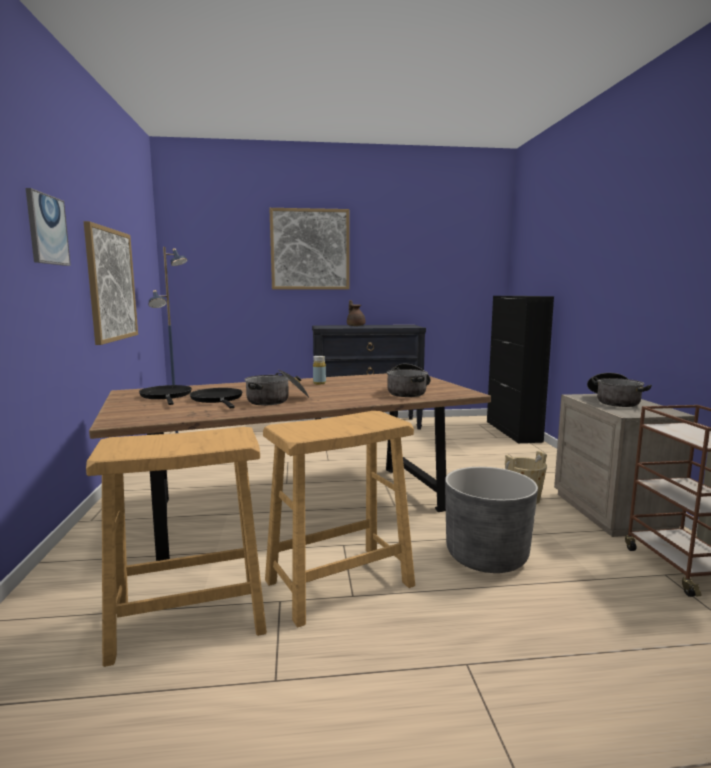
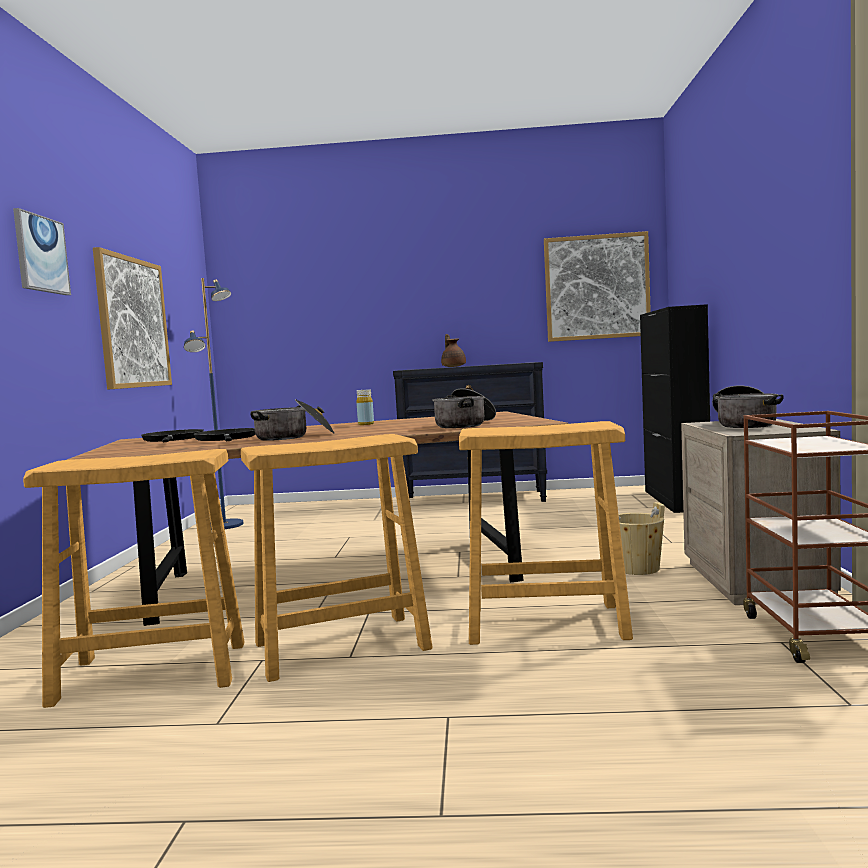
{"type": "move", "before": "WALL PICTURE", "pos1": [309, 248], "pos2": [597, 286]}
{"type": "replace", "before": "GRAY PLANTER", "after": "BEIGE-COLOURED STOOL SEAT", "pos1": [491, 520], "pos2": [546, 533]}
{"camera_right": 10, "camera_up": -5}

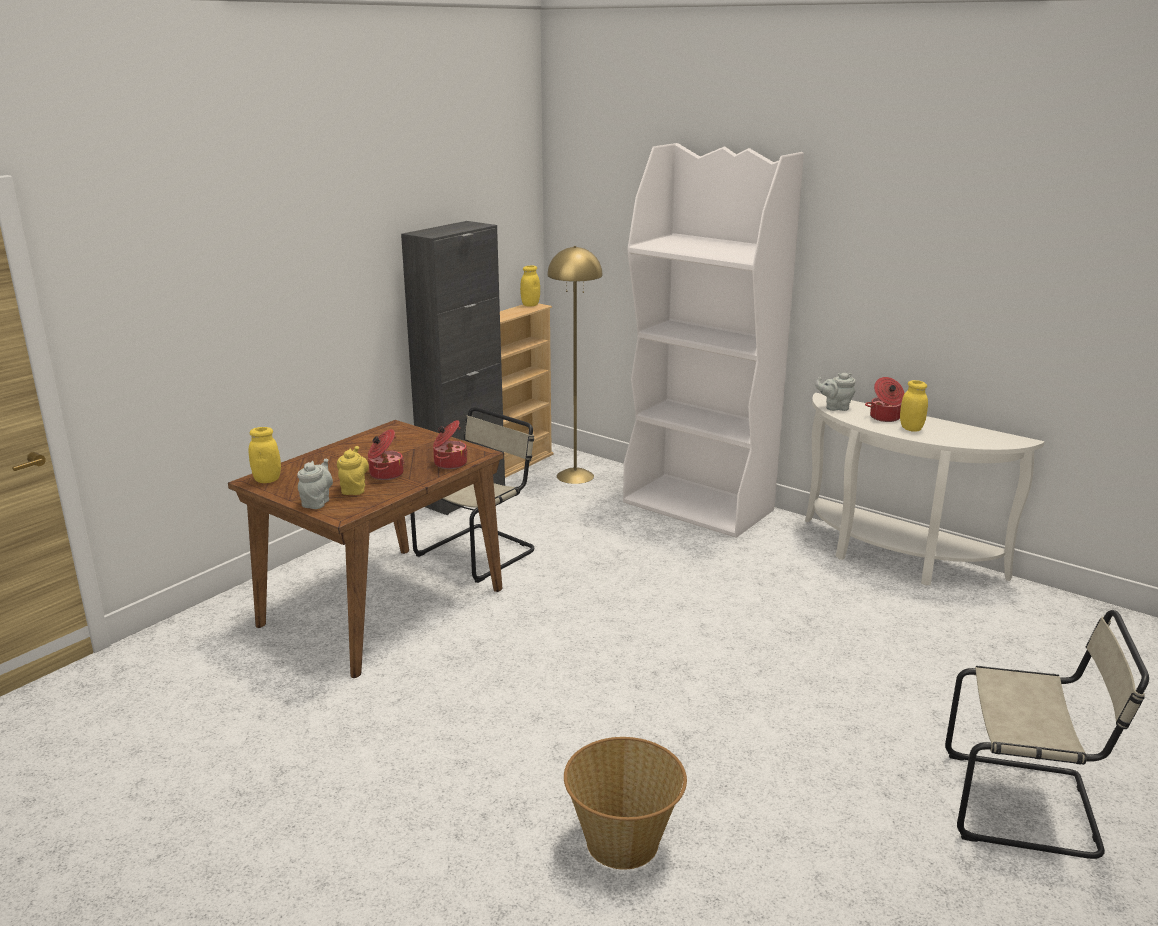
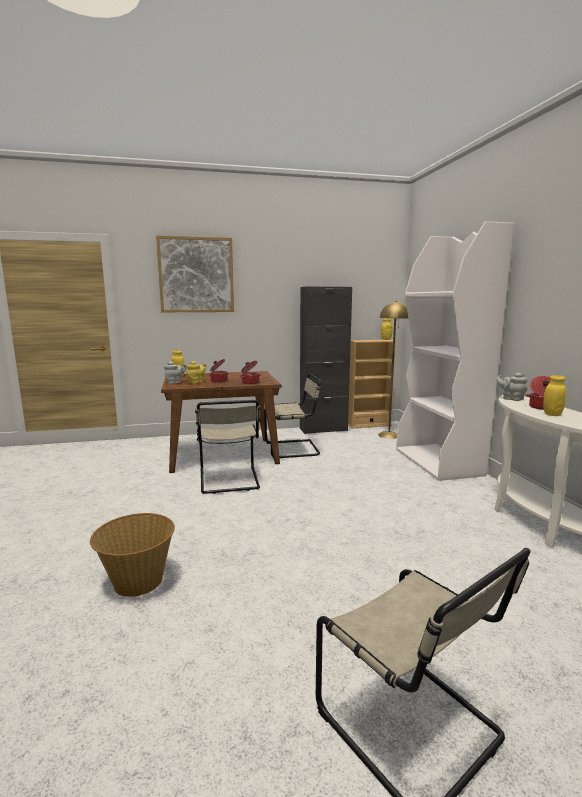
{"type": "insert", "after": "WALL PICTURE", "pos2": [195, 273]}
{"type": "insert", "after": "BEIGE-COLOURED UPRIGHT CHAIR", "pos2": [228, 447]}
{"camera_right": 40, "camera_up": -10}

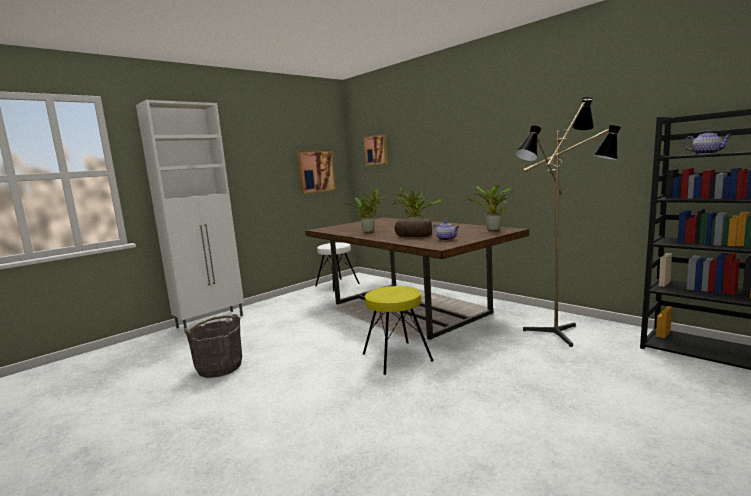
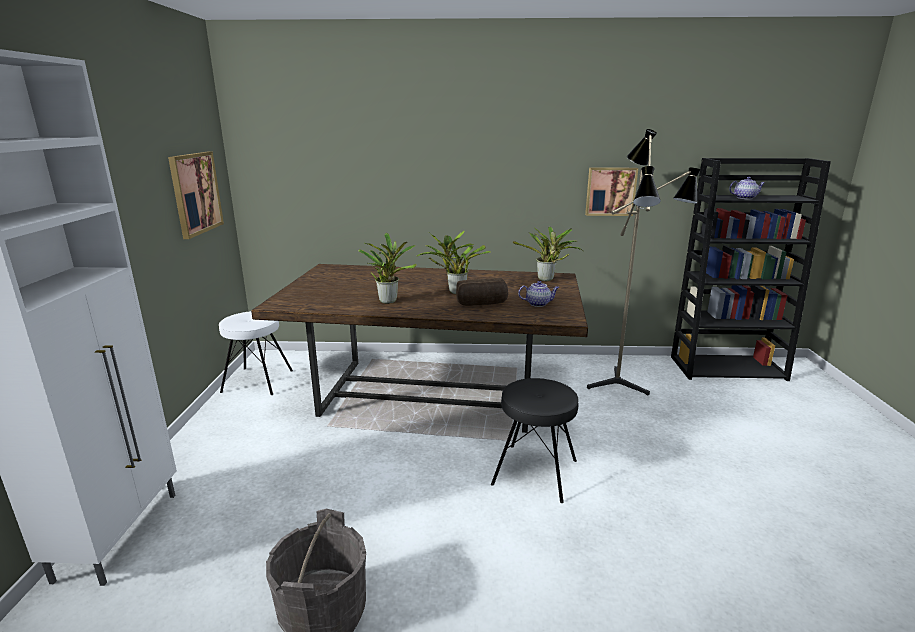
{"type": "move", "before": "WALL PICTURE", "pos1": [376, 150], "pos2": [611, 192]}
{"type": "recolor", "before": "YELLOWISH STOOL SEAT", "after": "BLACK-COLOURED STOOL SEAT", "pos1": [398, 330], "pos2": [535, 440]}
{"camera_right": -45, "camera_up": 10}

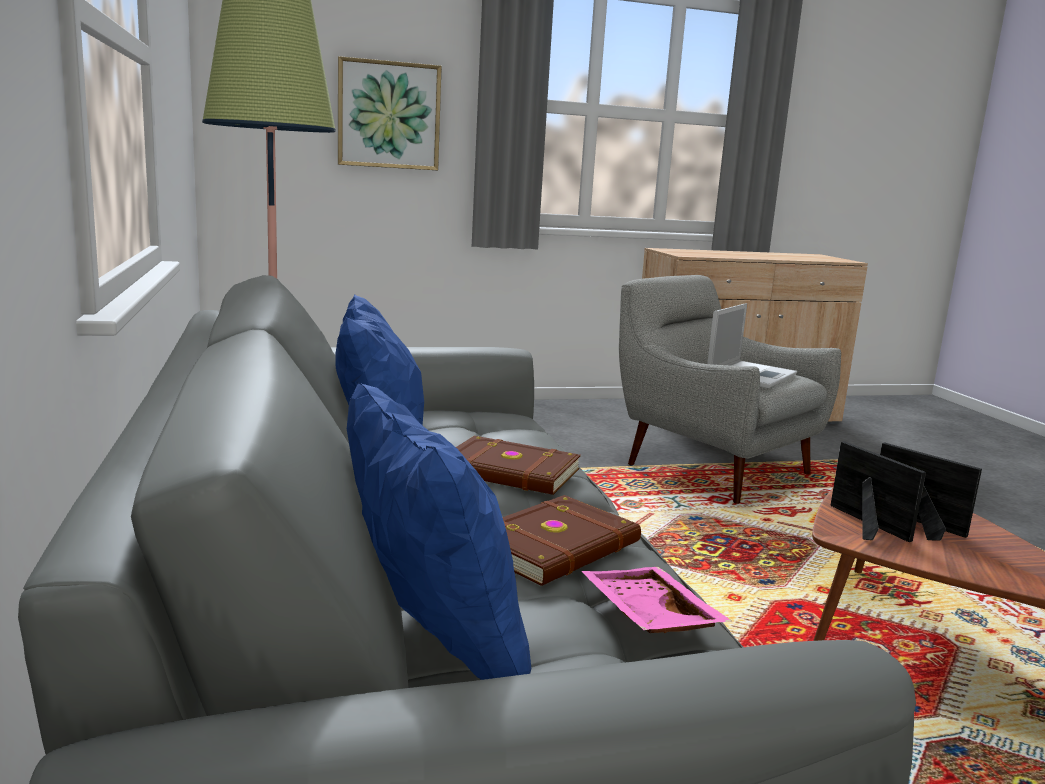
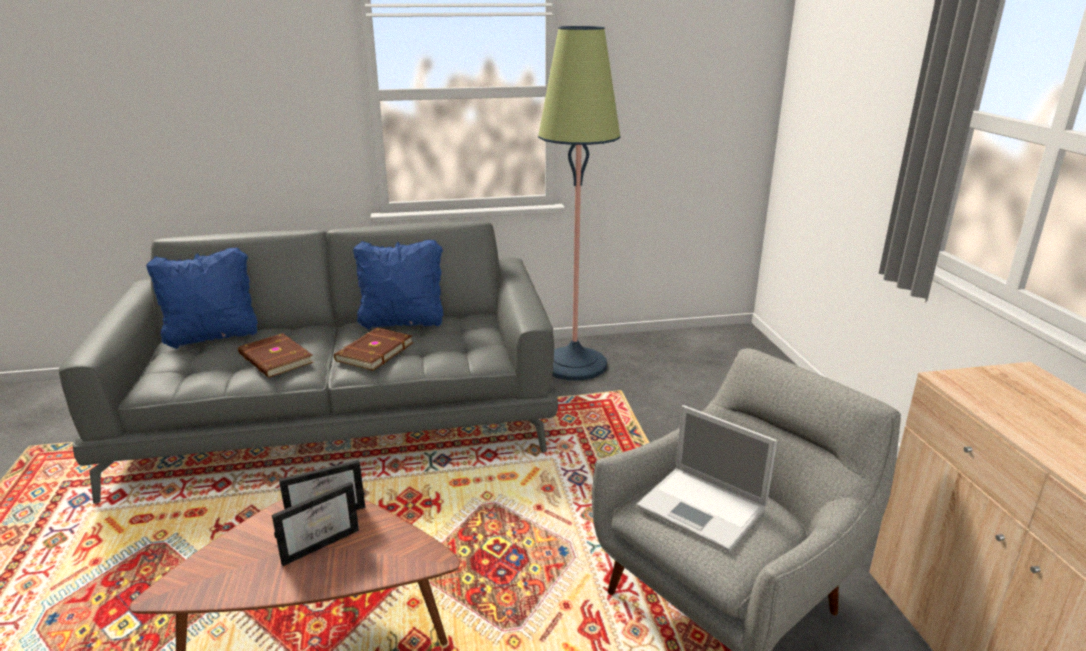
{"type": "delete", "before": "WALL PICTURE", "pos1": [390, 113]}
{"type": "delete", "before": "PINK-COLOURED CARRYING TRAY", "pos1": [657, 600]}
{"camera_right": 95, "camera_up": 10}

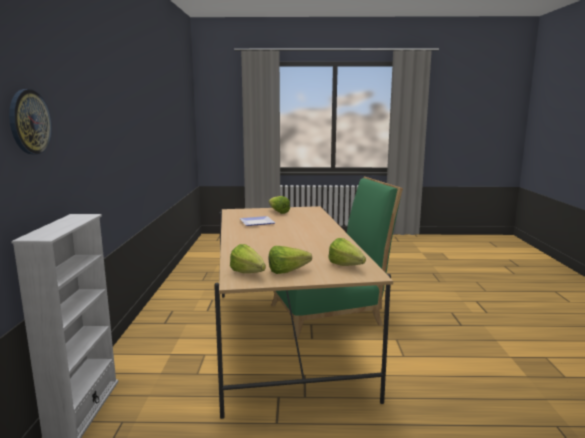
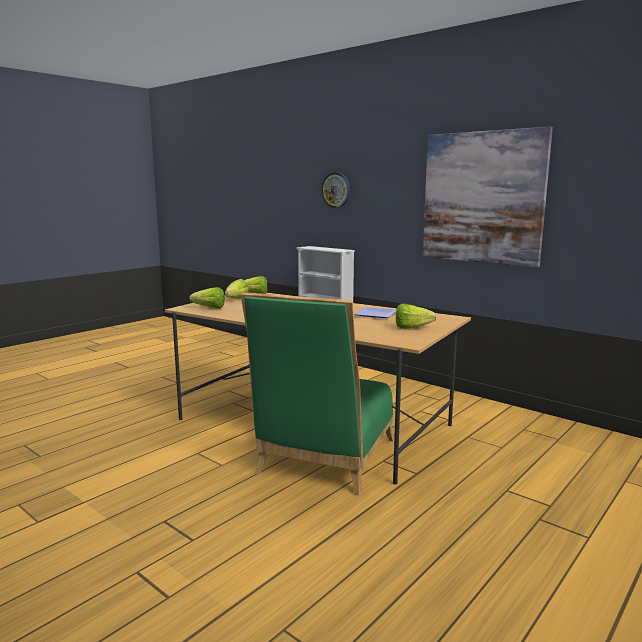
{"type": "insert", "after": "WALL PICTURE", "pos2": [488, 197]}
{"camera_right": 130, "camera_up": 0}

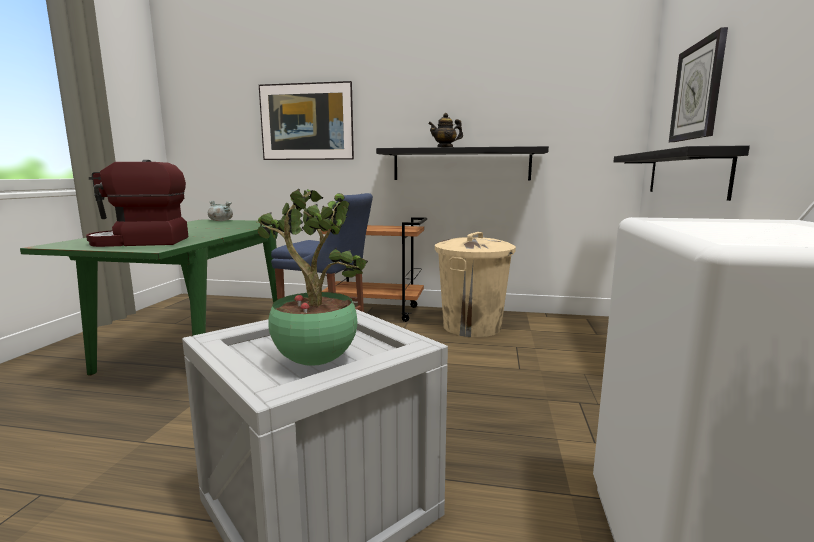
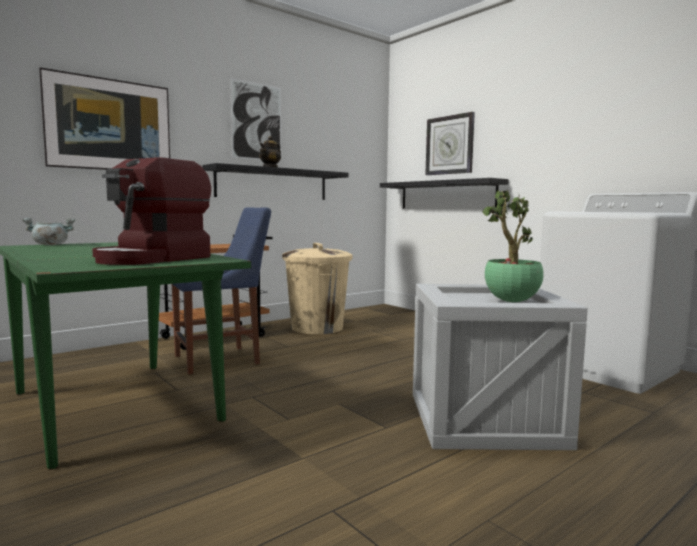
{"type": "insert", "after": "WALL PICTURE", "pos2": [255, 120]}
{"camera_right": -50, "camera_up": -5}

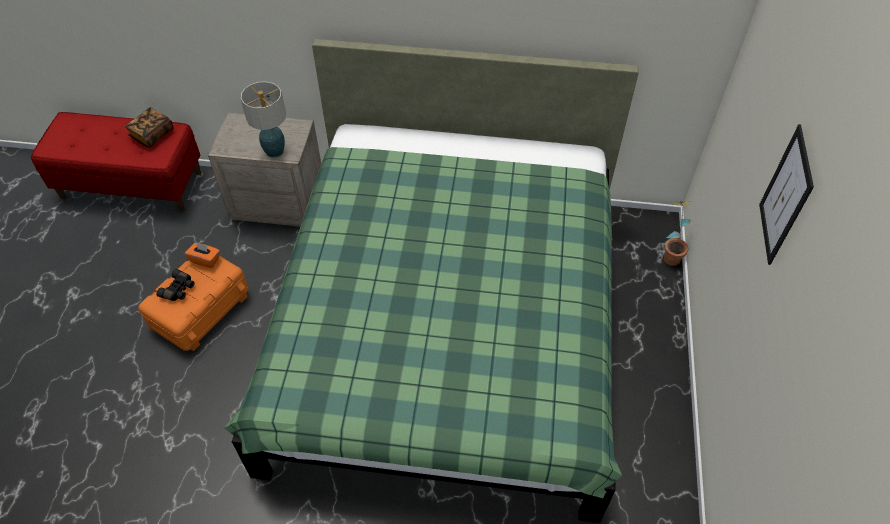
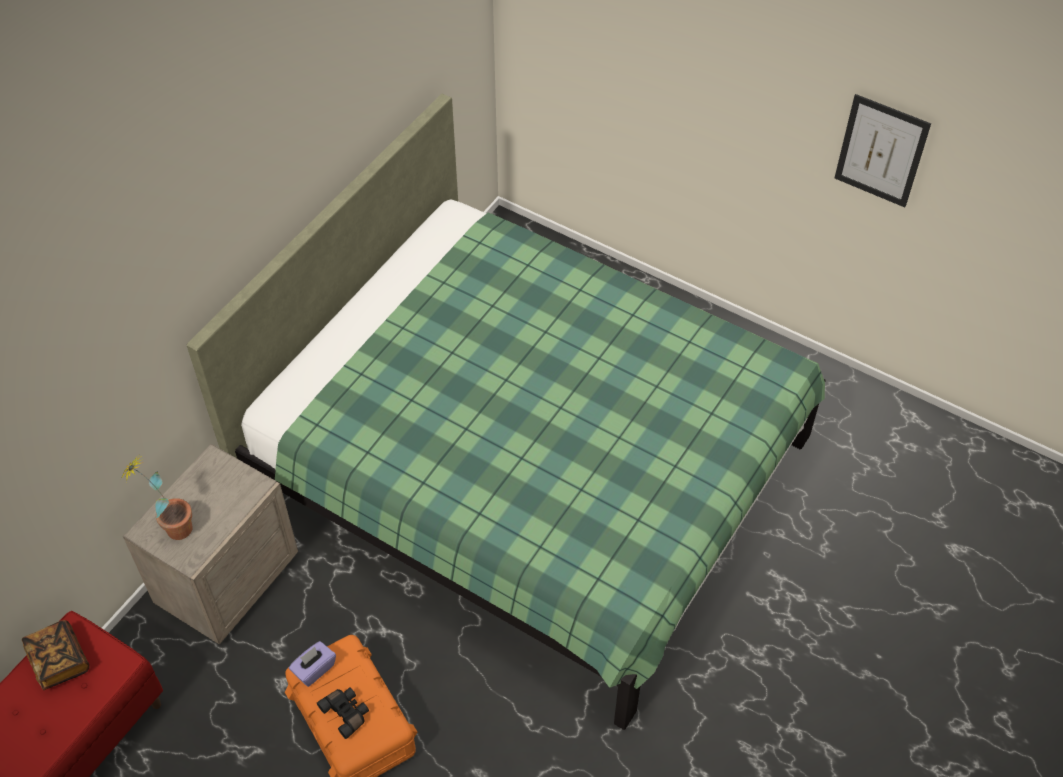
{"type": "delete", "before": "LAMP FOR A TABLE", "pos1": [263, 119]}
{"type": "move", "before": "WALL PICTURE", "pos1": [786, 194], "pos2": [883, 150]}
{"type": "move", "before": "HOUSEPLANT", "pos1": [678, 233], "pos2": [157, 498]}
{"type": "recolor", "before": "ORANGE BOX OF TISSUES", "after": "PURPLE BOX OF TISSUES", "pos1": [202, 255], "pos2": [312, 664]}
{"camera_right": -65, "camera_up": 0}

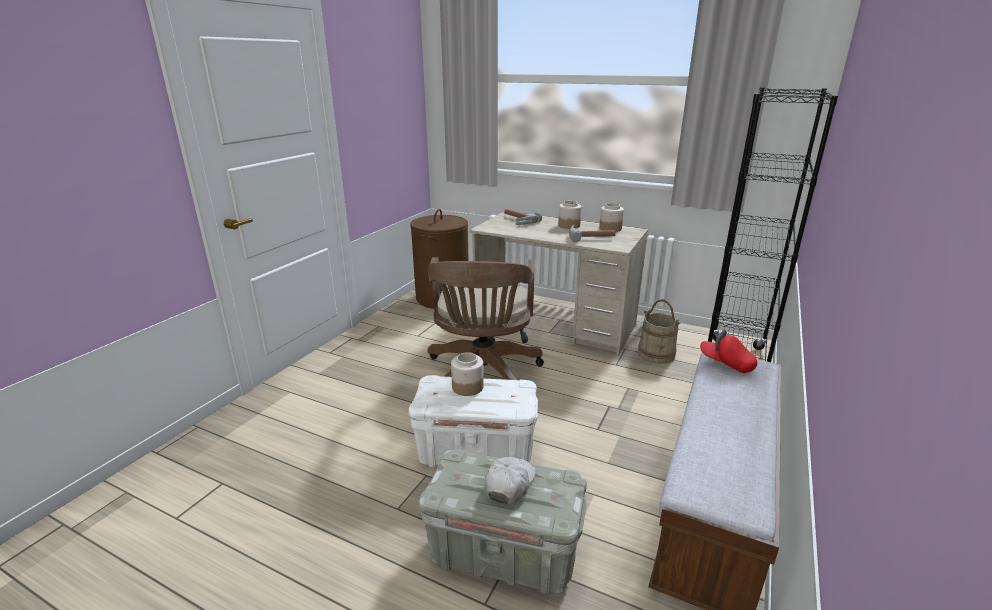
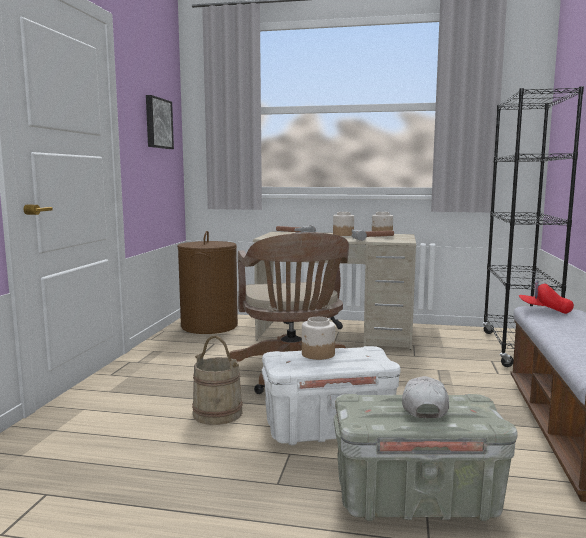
{"type": "move", "before": "BEIGE-COLOURED PAIL", "pos1": [659, 331], "pos2": [217, 380]}
{"type": "insert", "after": "WALL PICTURE", "pos2": [160, 122]}
{"camera_right": -15, "camera_up": -15}

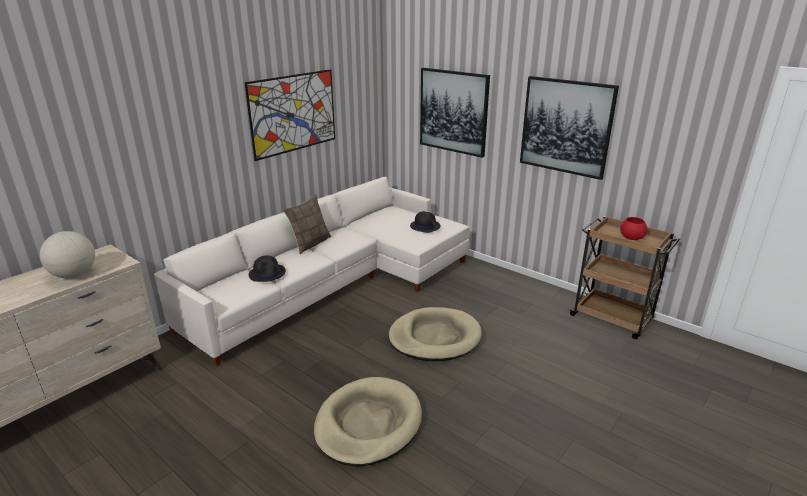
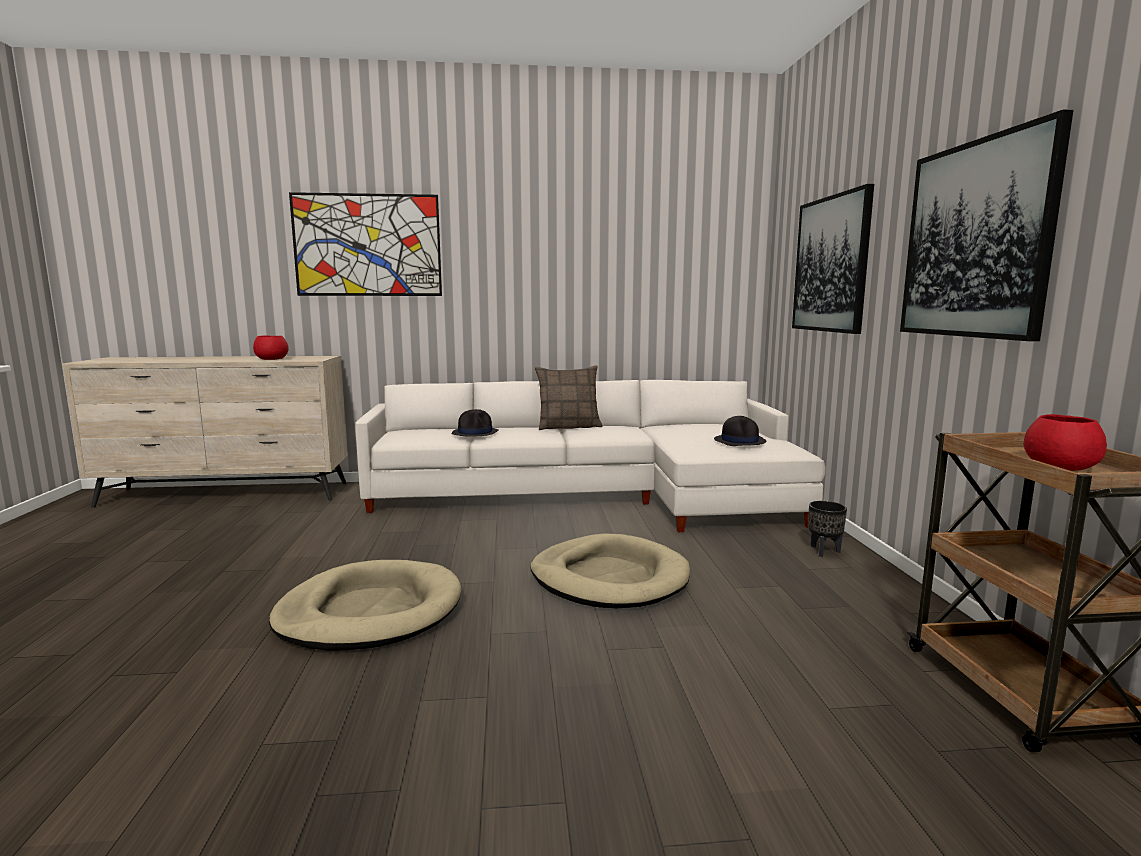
{"type": "move", "before": "WALL PICTURE", "pos1": [289, 115], "pos2": [365, 244]}
{"type": "replace", "before": "WORLD GLOBE", "after": "RED SERVING BOWL", "pos1": [67, 254], "pos2": [270, 347]}
{"type": "insert", "after": "BLACK-COLOURED PLANTER", "pos2": [827, 529]}
{"camera_right": 45, "camera_up": -15}

